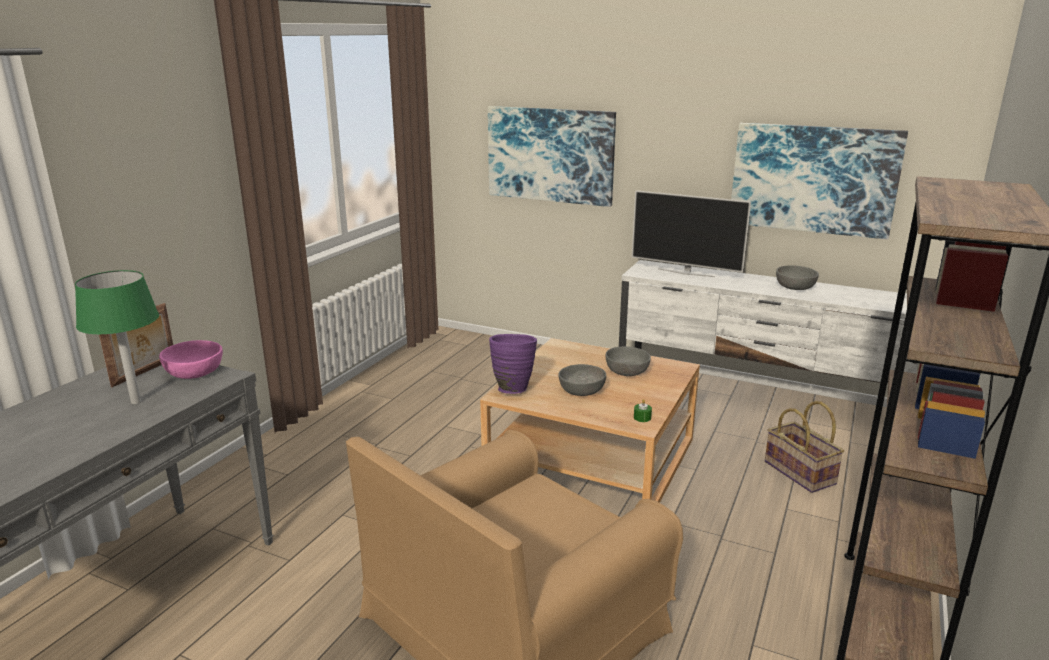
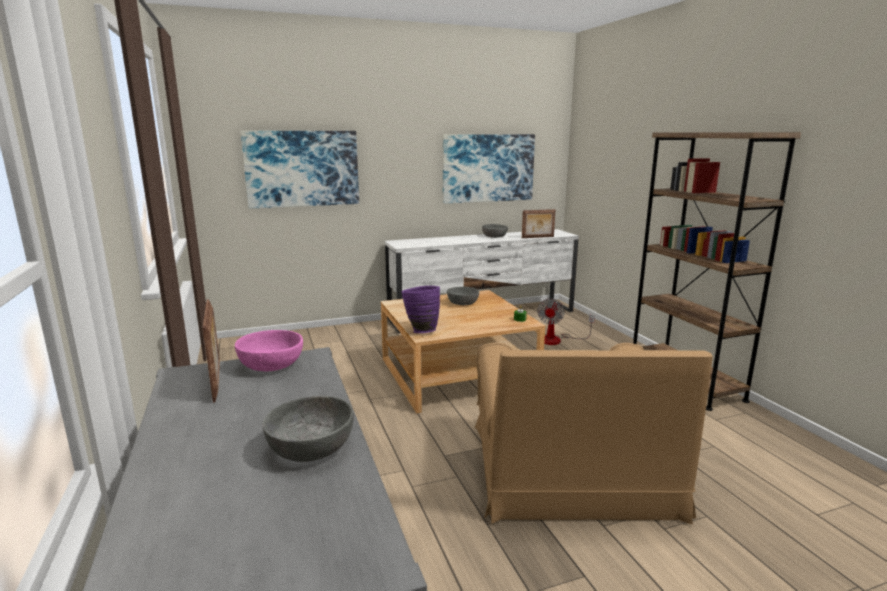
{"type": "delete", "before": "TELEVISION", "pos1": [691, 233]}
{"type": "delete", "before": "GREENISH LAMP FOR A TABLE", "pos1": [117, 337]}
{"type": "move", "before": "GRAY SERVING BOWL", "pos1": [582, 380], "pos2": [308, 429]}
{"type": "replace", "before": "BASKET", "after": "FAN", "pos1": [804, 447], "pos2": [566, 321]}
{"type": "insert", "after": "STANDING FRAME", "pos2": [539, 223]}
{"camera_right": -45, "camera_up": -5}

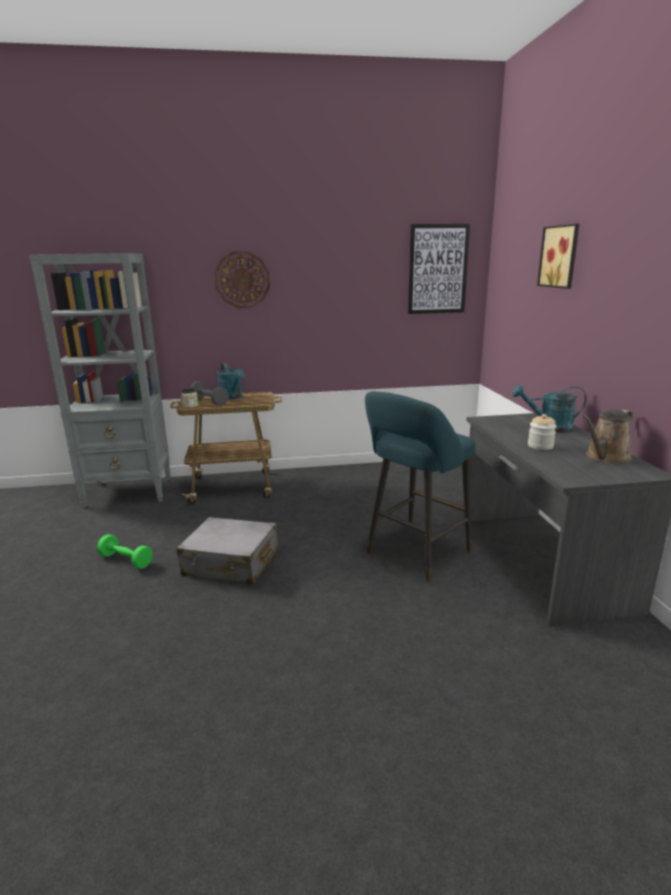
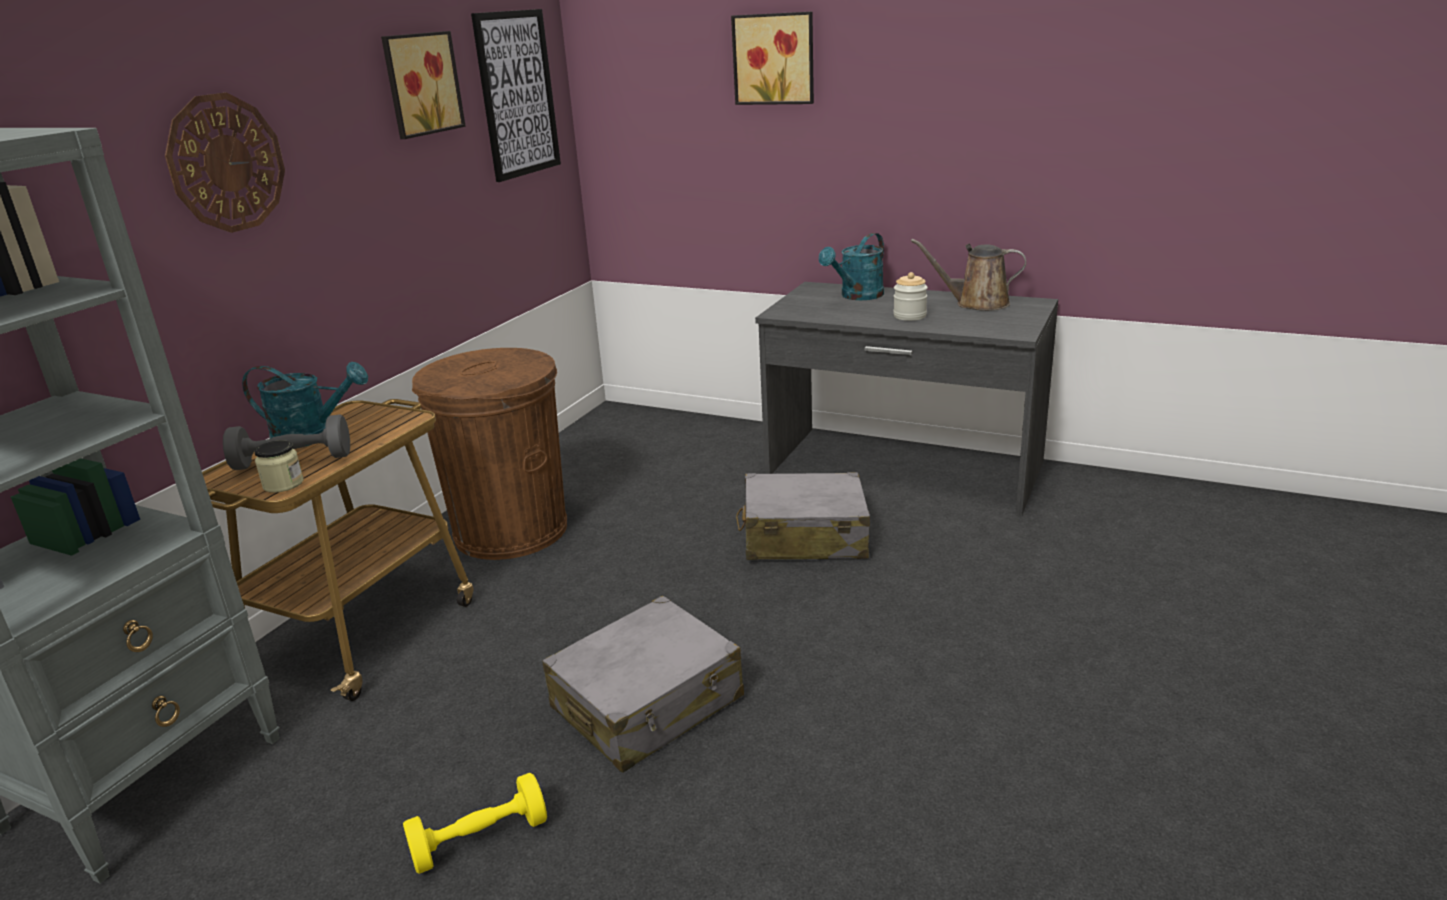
{"type": "replace", "before": "TURQUOISE STOOL SEAT", "after": "GRAY SUITCASE", "pos1": [420, 486], "pos2": [803, 516]}
{"type": "rotate", "before": "BROWNISH SPRINKLING CAN", "pos1": [607, 436], "pos2": [968, 275], "turn": 105}
{"type": "recolor", "before": "GREENISH FREE WEIGHT", "after": "YELLOWISH FREE WEIGHT", "pos1": [125, 551], "pos2": [475, 823]}
{"type": "insert", "after": "WALL PICTURE", "pos2": [423, 85]}
{"type": "insert", "after": "BROWNISH TRASH CAN", "pos2": [489, 454]}
{"camera_right": -55, "camera_up": 5}

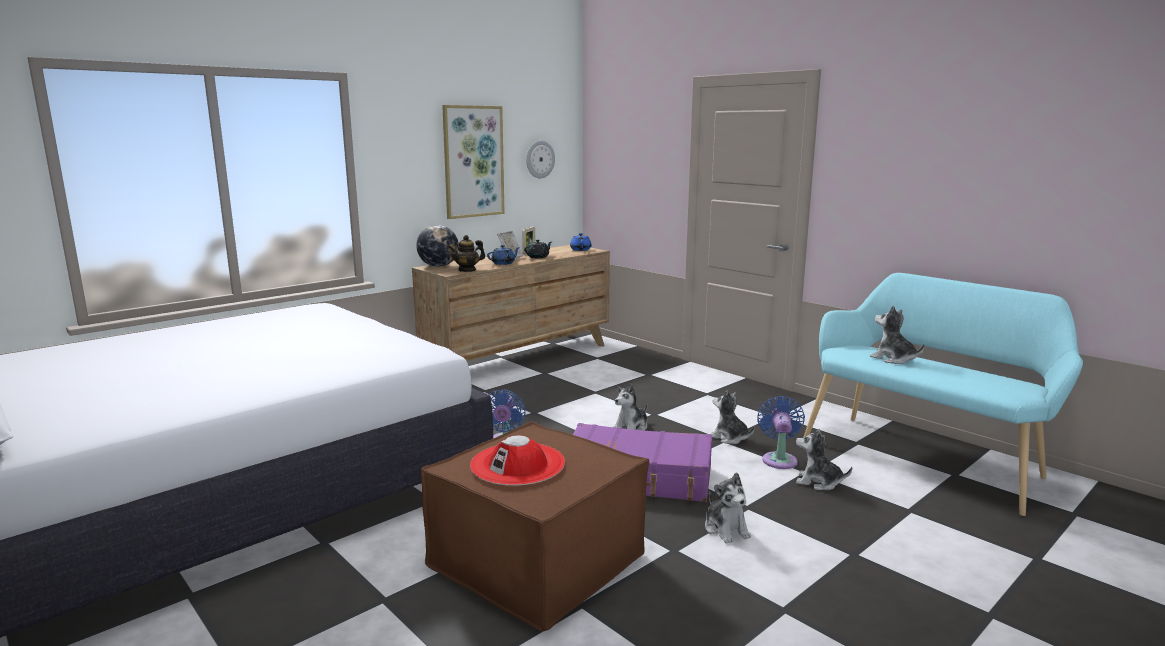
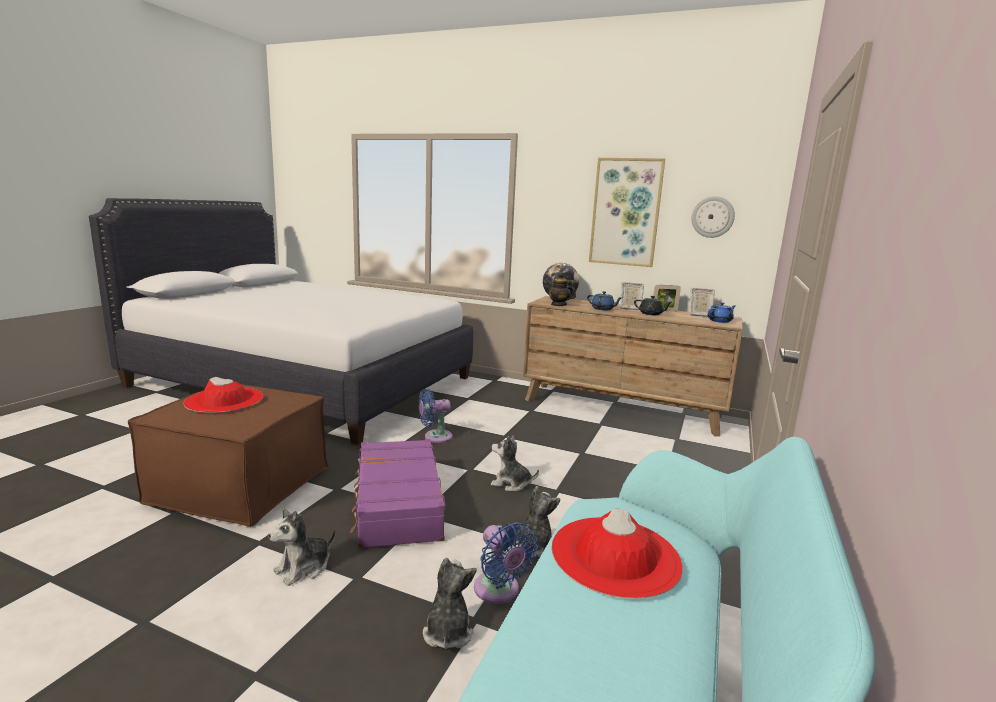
{"type": "replace", "before": "SOFT TOY", "after": "RED CLOTHING HAT", "pos1": [897, 335], "pos2": [617, 553]}
{"type": "rotate", "before": "BLUE-COLOURED FAN", "pos1": [781, 432], "pos2": [506, 563], "turn": 75}
{"type": "insert", "after": "STANDING FRAME", "pos2": [702, 302]}
{"camera_right": 65, "camera_up": 0}

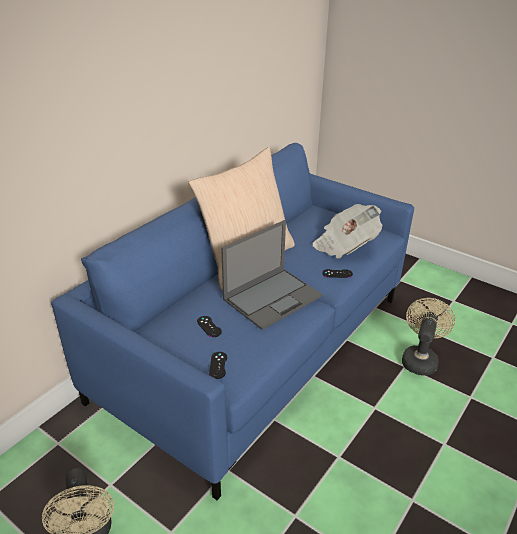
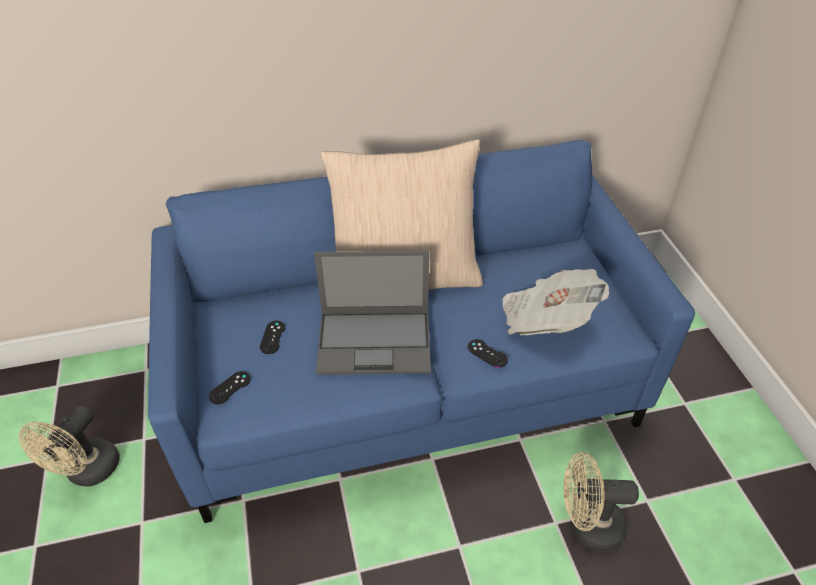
{"type": "rotate", "before": "BEIGE-COLOURED FAN", "pos1": [429, 336], "pos2": [601, 502], "turn": -150}
{"camera_right": 40, "camera_up": 10}

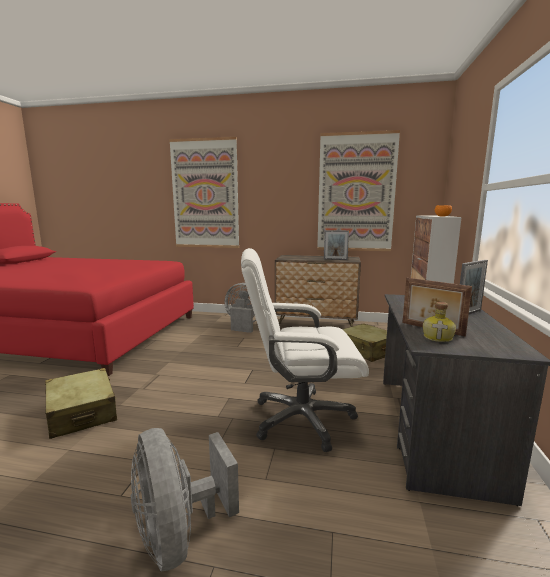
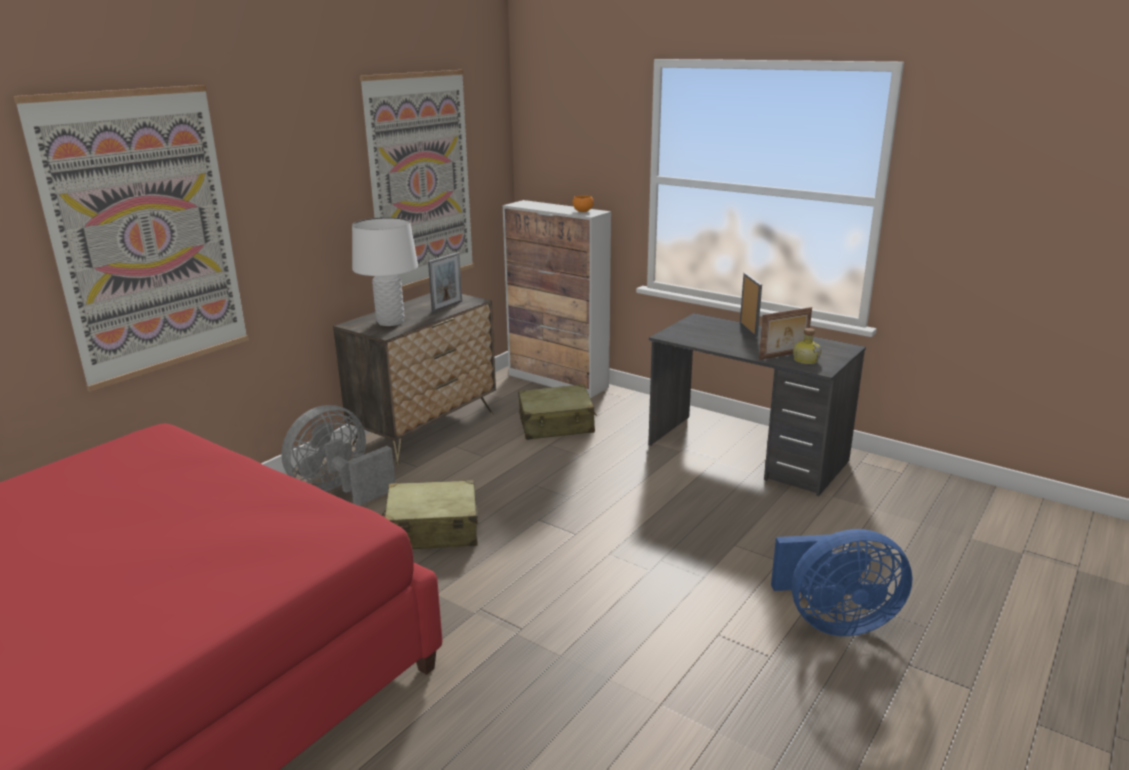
{"type": "delete", "before": "WHITE DESK CHAIR", "pos1": [305, 350]}
{"type": "move", "before": "BEIGE-COLOURED SUITCASE", "pos1": [81, 403], "pos2": [430, 514]}
{"type": "recolor", "before": "GRAY FAN", "after": "BLUE-COLOURED FAN", "pos1": [185, 500], "pos2": [842, 582]}
{"type": "insert", "after": "WHITE LAMP FOR A TABLE", "pos2": [385, 271]}
{"camera_right": -65, "camera_up": 10}

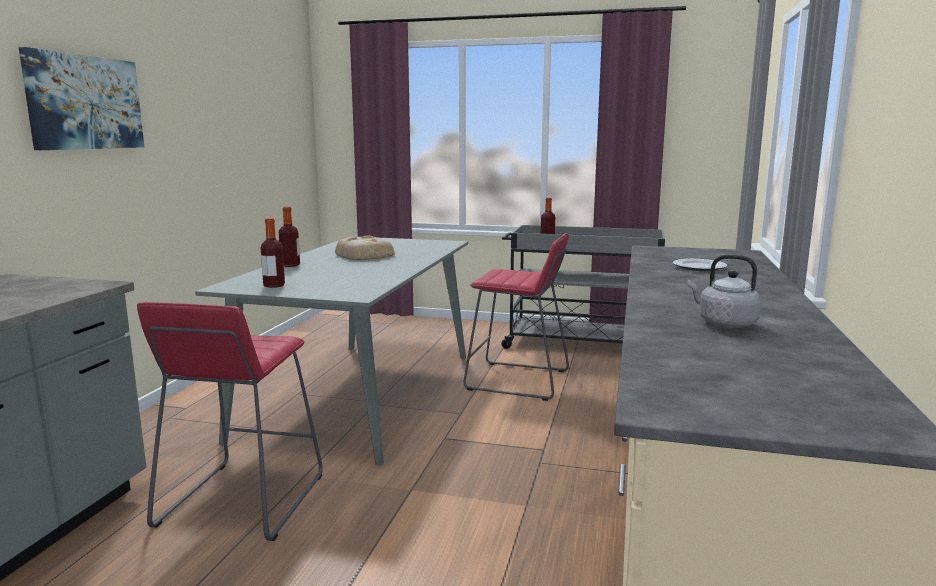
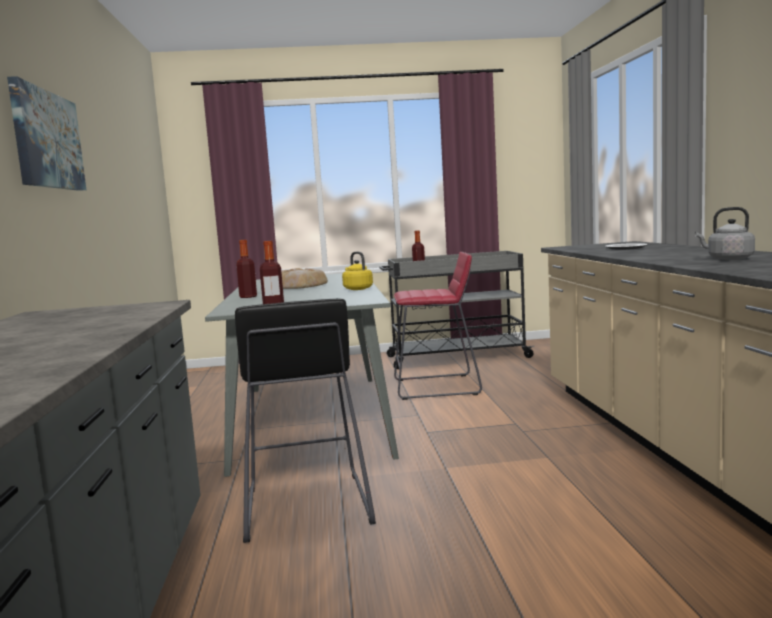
{"type": "recolor", "before": "RED STOOL SEAT", "after": "BLACK-COLOURED STOOL SEAT", "pos1": [230, 421], "pos2": [305, 420]}
{"type": "insert", "after": "YELLOWISH KETTLE", "pos2": [357, 271]}
{"camera_right": -20, "camera_up": -5}

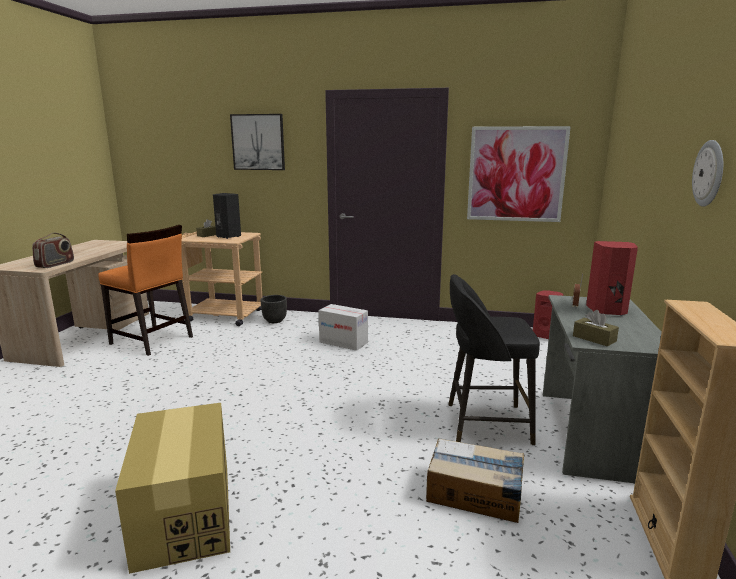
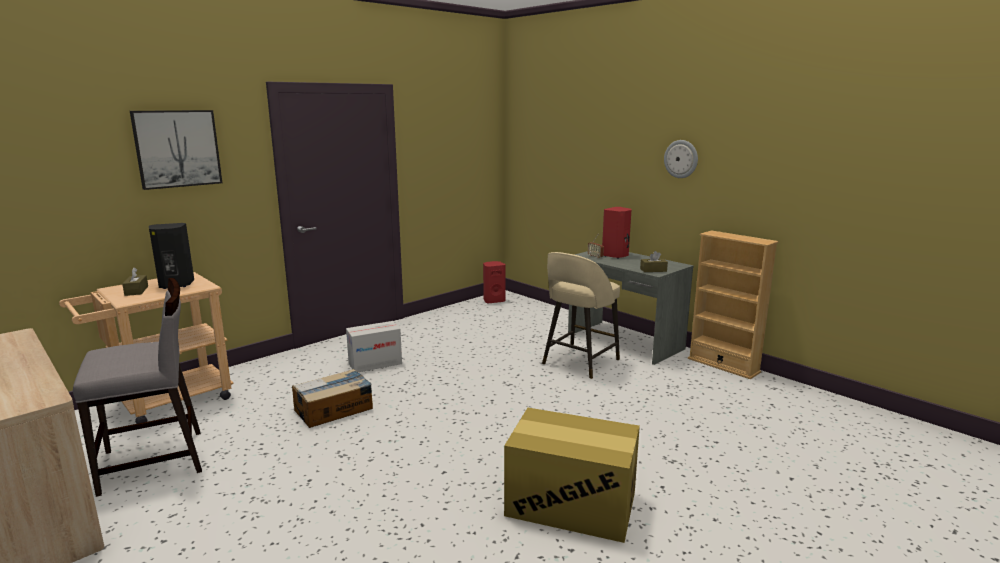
{"type": "delete", "before": "WALL PICTURE", "pos1": [519, 174]}
{"type": "recolor", "before": "ORANGE UPRIGHT CHAIR", "after": "GRAY UPRIGHT CHAIR", "pos1": [145, 290], "pos2": [137, 387]}
{"type": "delete", "before": "RADIO SET", "pos1": [53, 250]}
{"type": "recolor", "before": "BLACK-COLOURED STOOL SEAT", "after": "BEIGE-COLOURED STOOL SEAT", "pos1": [494, 359], "pos2": [581, 315]}
{"type": "delete", "before": "BLACK-COLOURED PLANTER", "pos1": [274, 309]}
{"type": "move", "before": "CARDBOARD BOX", "pos1": [475, 480], "pos2": [332, 398]}
{"camera_right": -55, "camera_up": 0}

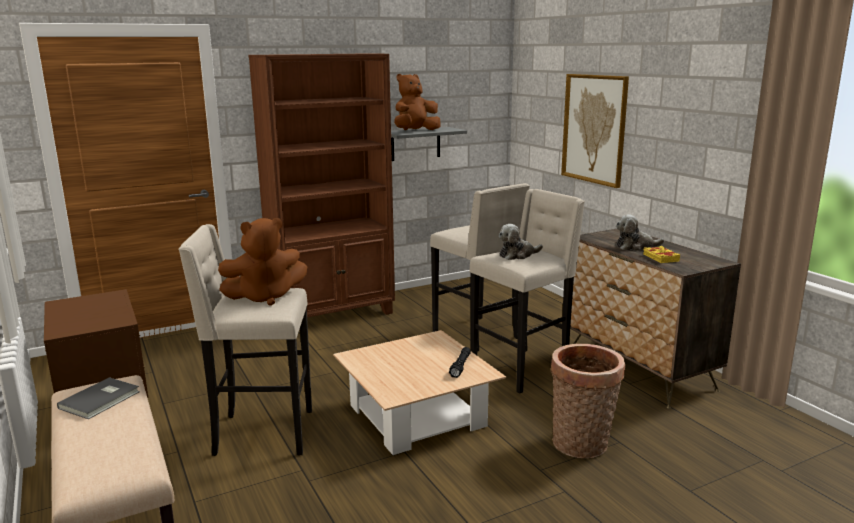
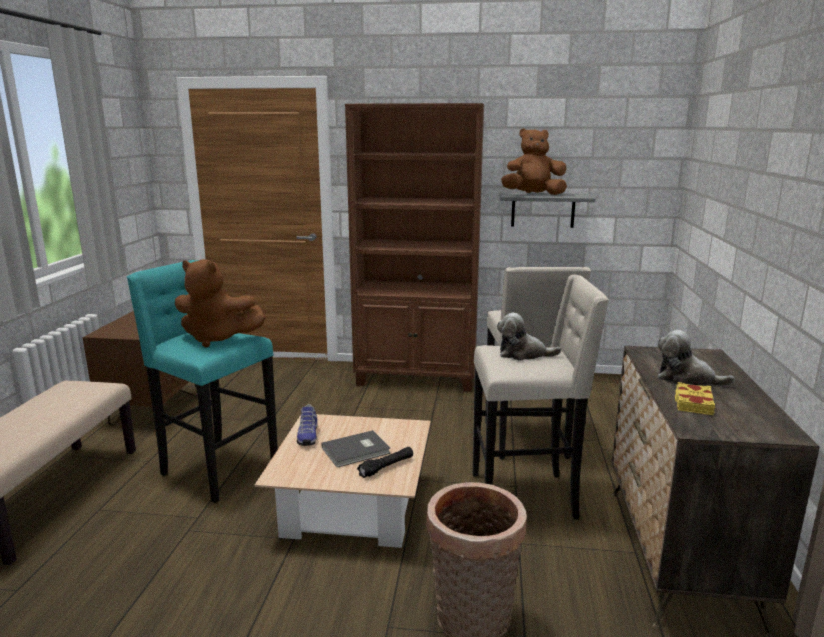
{"type": "delete", "before": "WALL PICTURE", "pos1": [595, 131]}
{"type": "recolor", "before": "BEIGE-COLOURED STOOL SEAT", "after": "TURQUOISE STOOL SEAT", "pos1": [245, 340], "pos2": [202, 381]}
{"type": "move", "before": "GRAY VOLUME", "pos1": [98, 398], "pos2": [355, 448]}
{"type": "insert", "after": "ITEM OF FOOTWEAR", "pos2": [307, 425]}
{"camera_right": 35, "camera_up": 0}

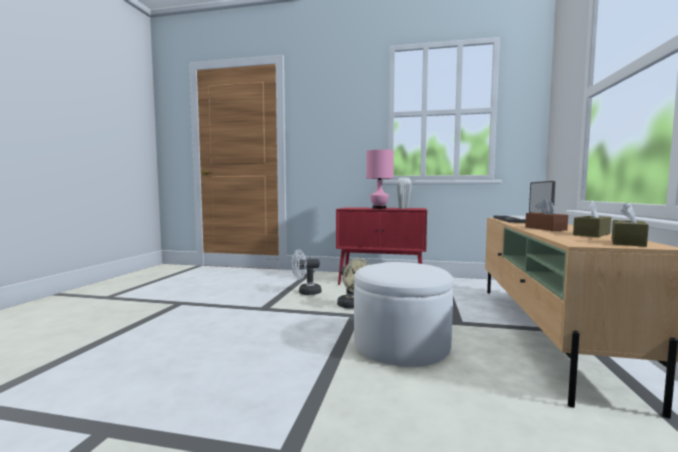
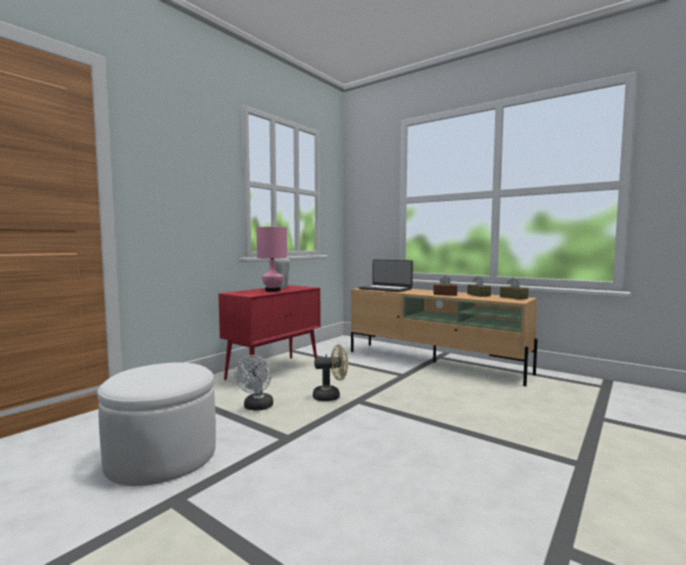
{"type": "move", "before": "WHITE POUFFE", "pos1": [404, 314], "pos2": [156, 424]}
{"camera_right": -65, "camera_up": 0}

